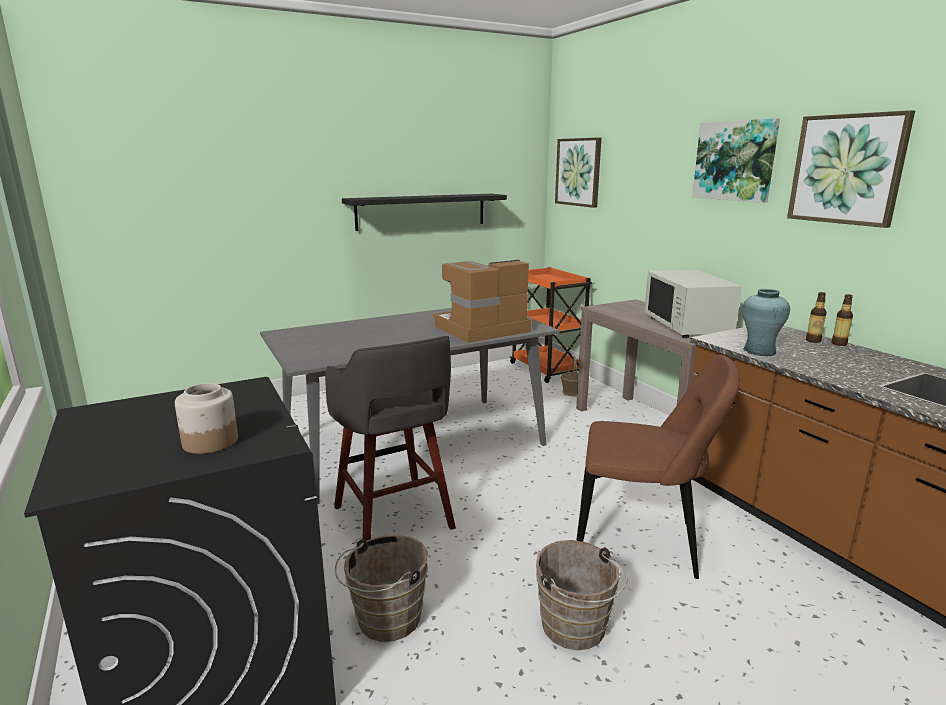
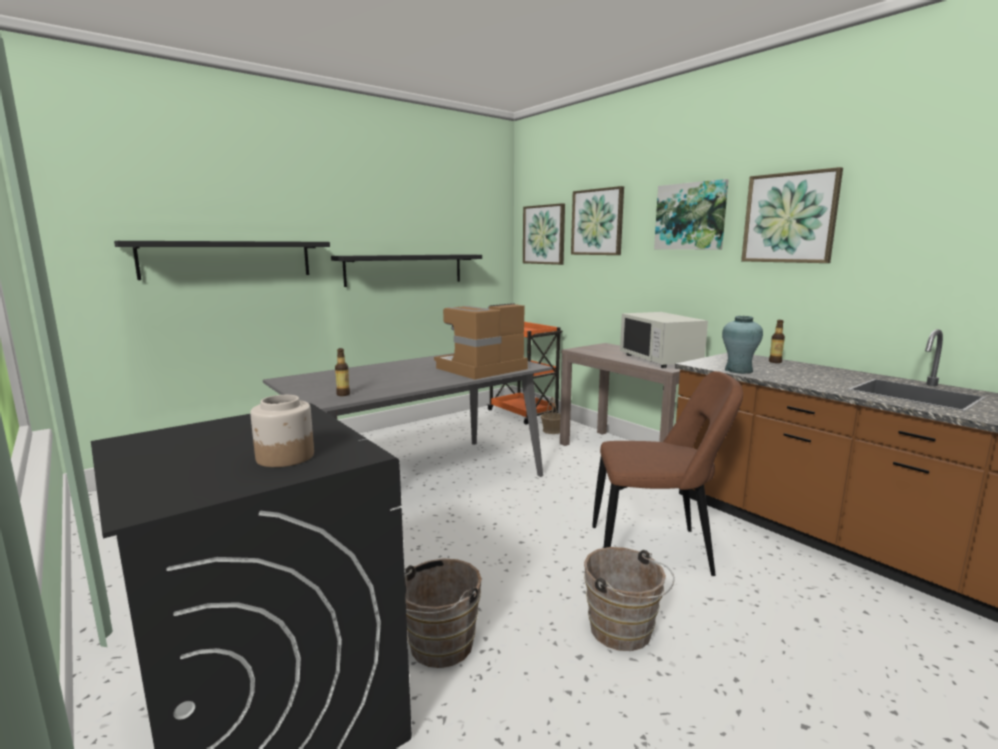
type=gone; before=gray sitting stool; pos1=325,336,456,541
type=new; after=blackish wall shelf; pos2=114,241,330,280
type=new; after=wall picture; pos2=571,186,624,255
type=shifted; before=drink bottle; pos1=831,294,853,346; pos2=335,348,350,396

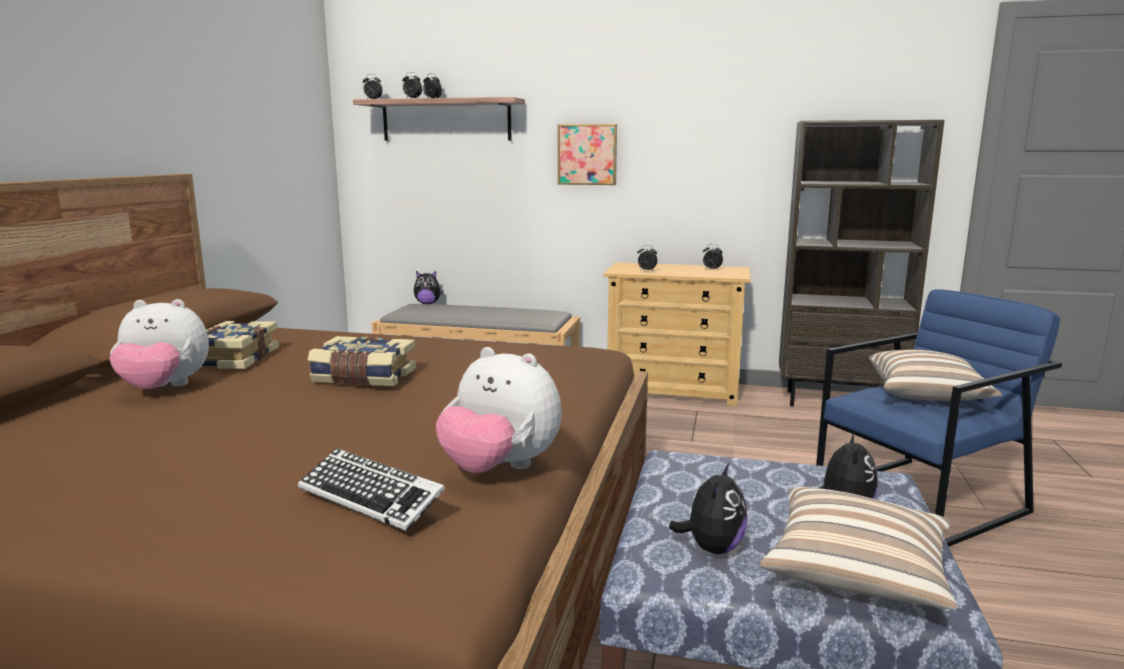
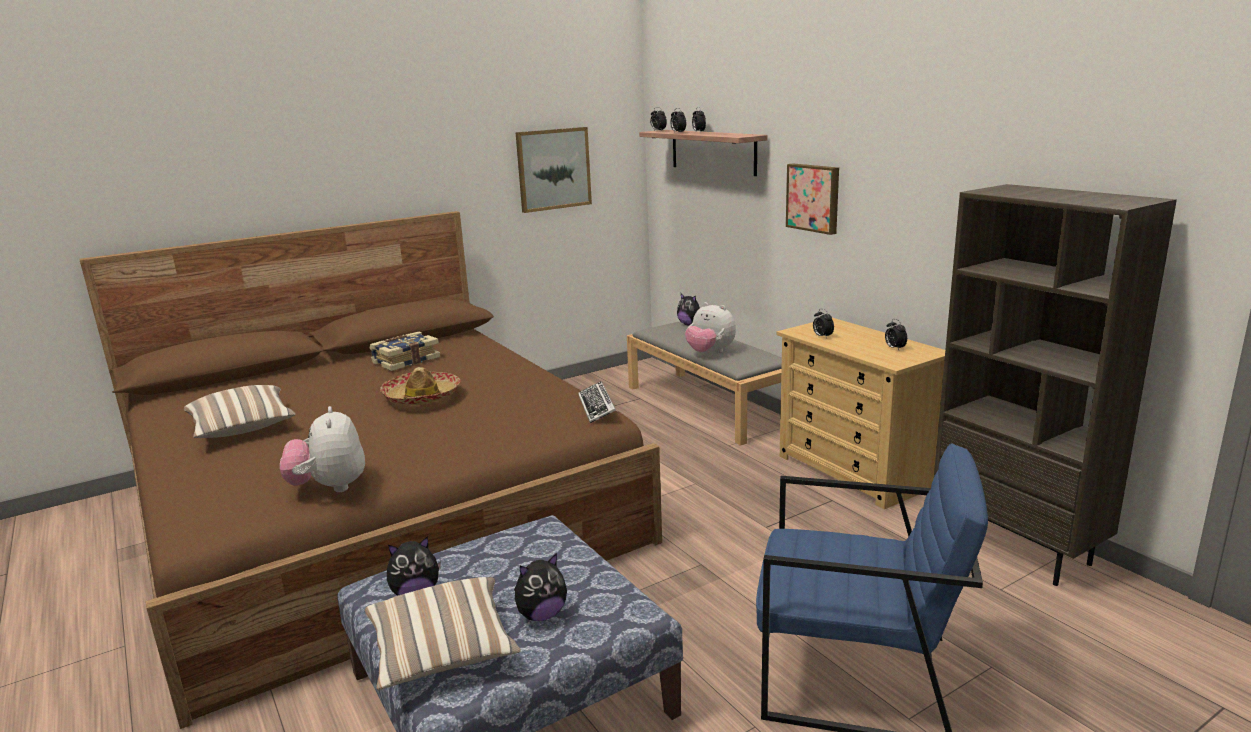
type=new; after=wall picture; pos2=515,127,592,213
type=shifted; before=plush toy; pos1=109,299,209,389; pos2=685,302,736,353
type=shifted; before=computer keyboard; pos1=298,448,445,531; pos2=578,381,616,423
type=shifted; before=cushion; pos1=869,349,1003,401; pos2=184,385,296,438
type=swapped; before=book; after=hat; pos1=308,336,416,386; pos2=380,367,461,405

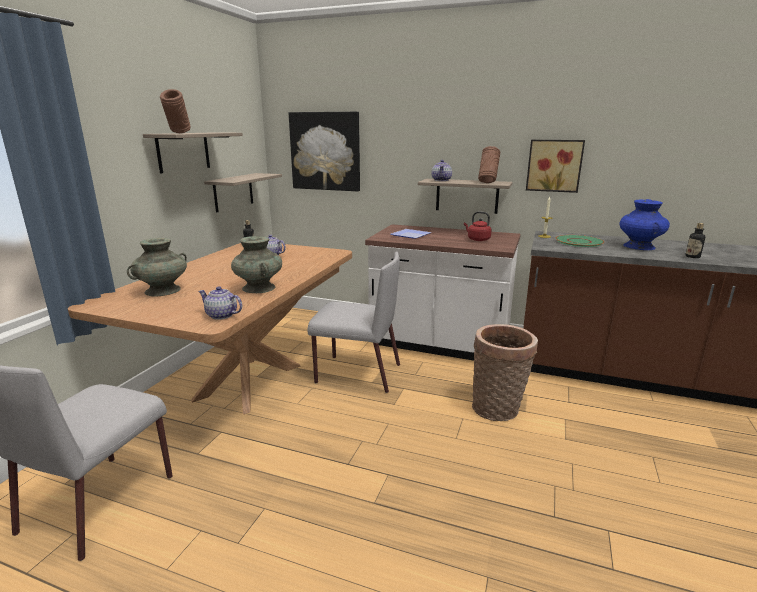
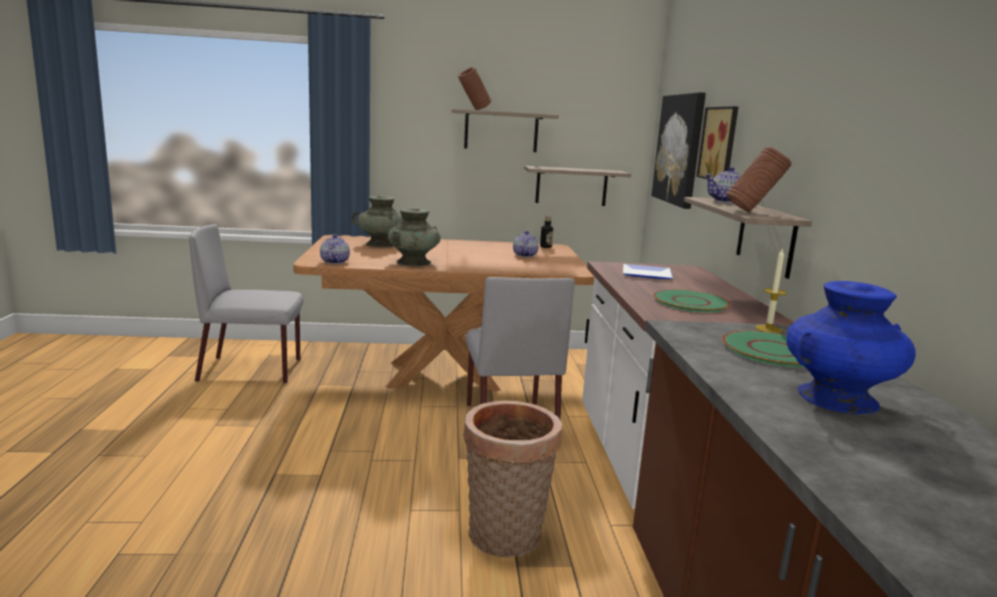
type=gone; before=drink bottle; pos1=685,223,705,258
type=shifted; before=wall picture; pos1=526,140,585,193; pos2=696,106,738,179
type=swapped; before=reddish water kettle; after=green-coloured plate; pos1=464,212,491,241; pos2=653,289,731,312

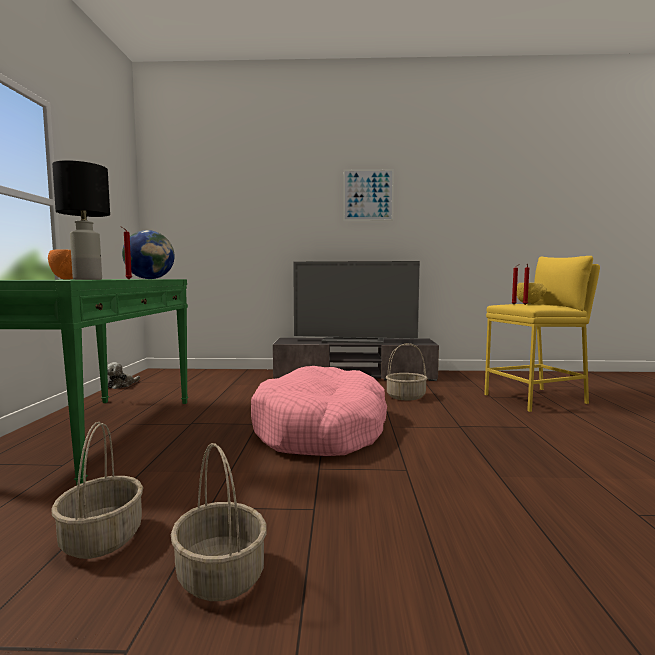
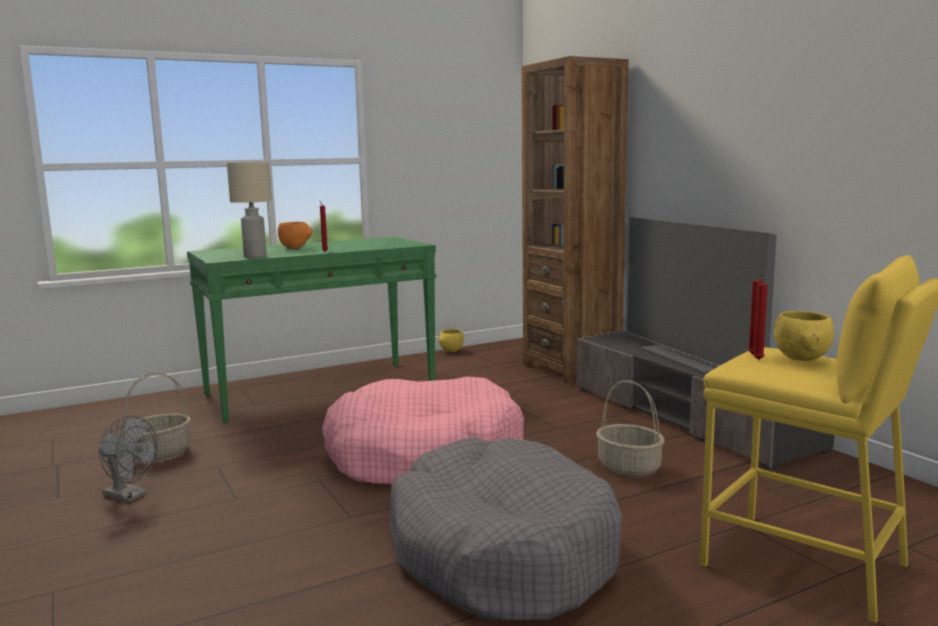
type=gone; before=world globe; pos1=122,230,175,279
type=gone; before=wall picture; pos1=343,169,394,221
type=new; after=gray dog cushion; pos2=389,437,622,621
type=new; after=brown shelving unit; pos2=522,56,628,384
type=swapped; before=plush toy; after=yellow-coloured bowl; pos1=107,362,140,389; pos2=438,329,464,352
type=swapped; before=household basket; after=gray electric fan; pos1=171,443,267,601; pos2=99,416,158,502
type=repainted; before=blackish tabletop lamp; after=sand-coloured tabletop lamp; pos1=52,160,110,280; pos2=227,162,272,258

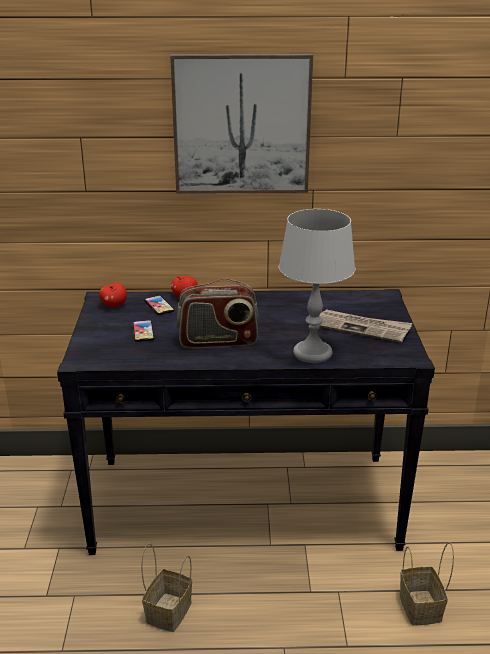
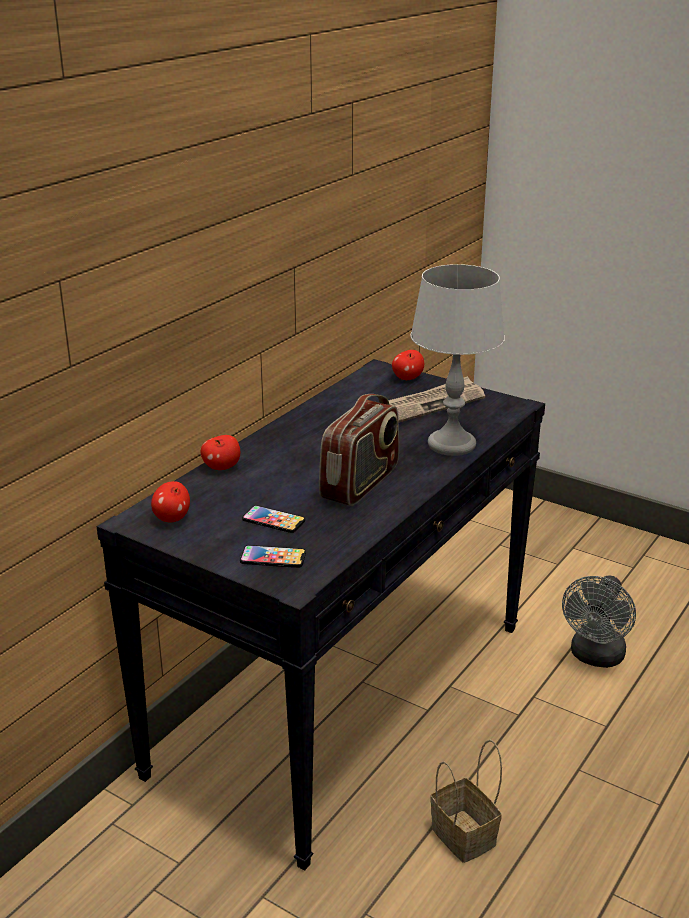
type=gone; before=wall picture; pos1=170,54,313,194
type=new; after=apple fruit; pos2=392,350,424,380
type=shifted; before=phone; pos1=144,295,174,315; pos2=240,545,306,568
type=swapped; before=household basket; after=gray electric fan; pos1=400,542,454,626; pos2=562,576,636,668

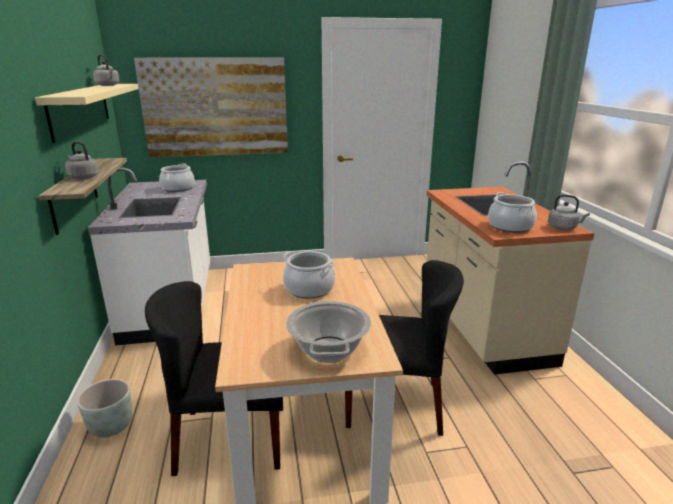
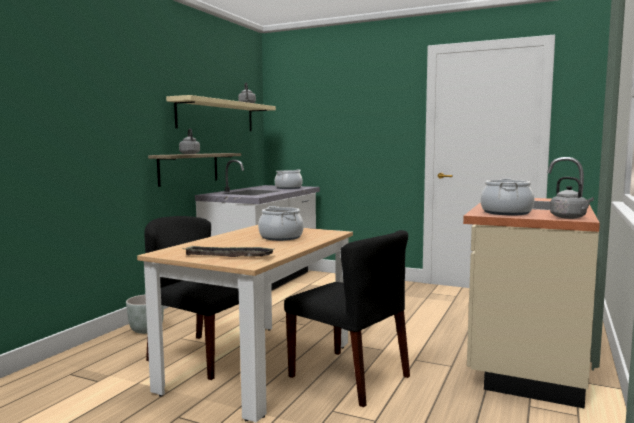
type=gone; before=wall picture; pos1=134,58,288,157
type=swapped; before=stockpot; after=serving tray; pos1=286,301,371,363; pos2=183,245,274,257

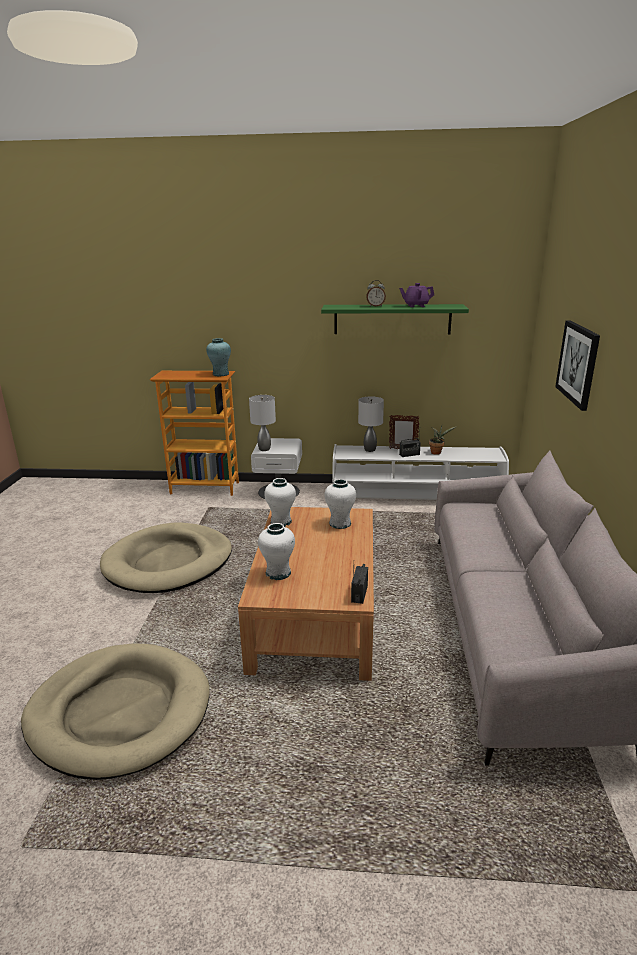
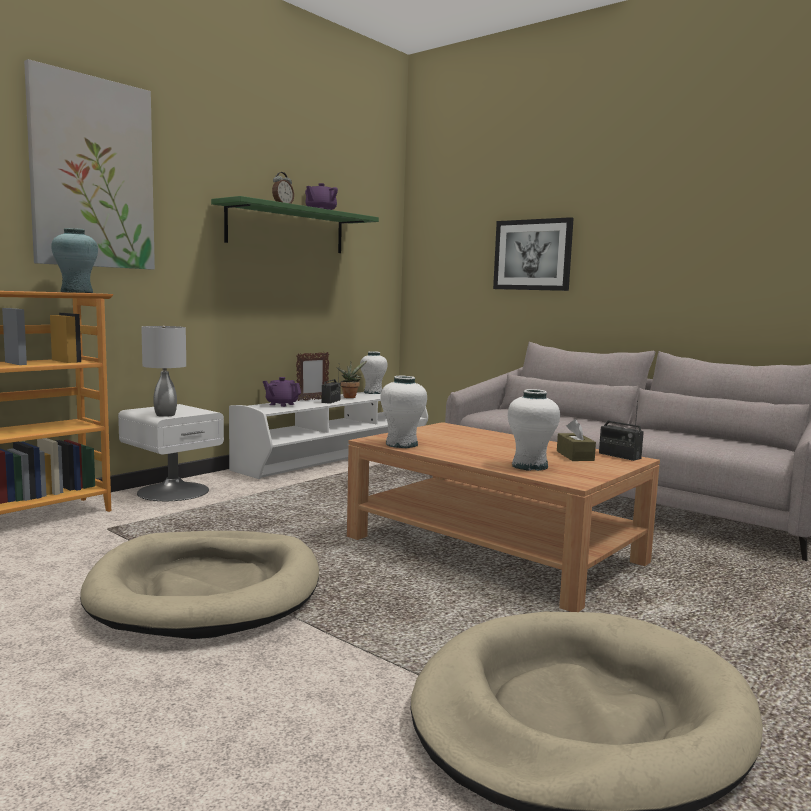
type=new; after=wall picture; pos2=24,59,155,269
type=new; after=brown tissue holder; pos2=557,419,596,461
type=shifted; before=white-coloured decorative vase; pos1=324,479,356,529; pos2=360,351,388,394
type=swapped; before=gray tabletop lamp; after=purple tea pot; pos1=358,396,384,452; pos2=263,377,301,407

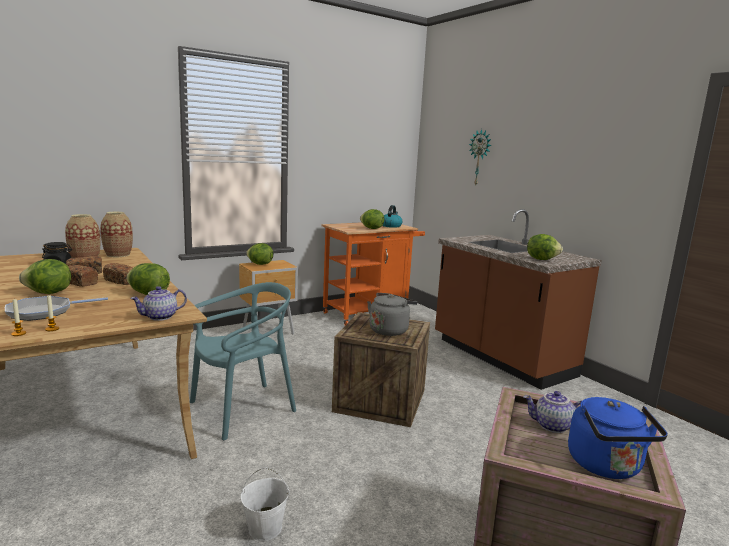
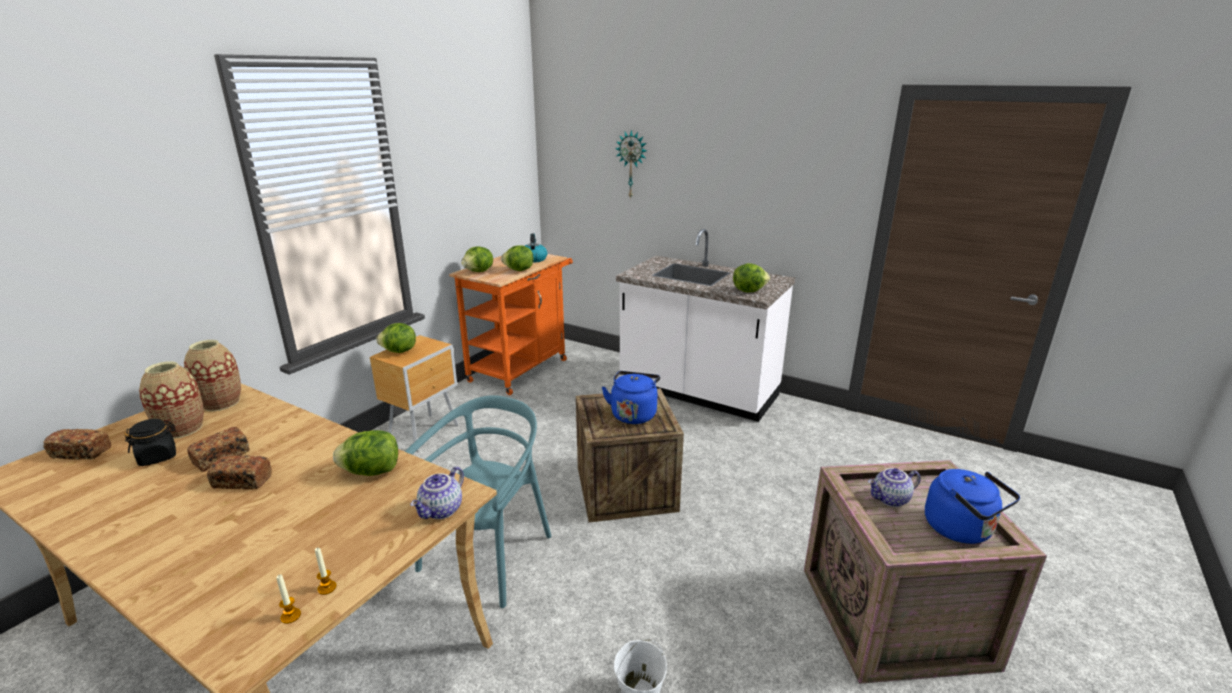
type=gone; before=frying pan; pos1=5,296,108,321
type=shifted; before=lettuce; pos1=19,259,71,294; pos2=461,246,493,272
type=shifted; before=bakery bread; pos1=103,263,133,285; pos2=43,429,111,460
type=repainted; before=gray water kettle; after=bluish water kettle; pos1=367,293,418,336; pos2=602,371,660,424
type=repainted; before=brown kitchen base unit; after=white-coloured kitchen base unit; pos1=435,209,602,390; pos2=616,229,795,422

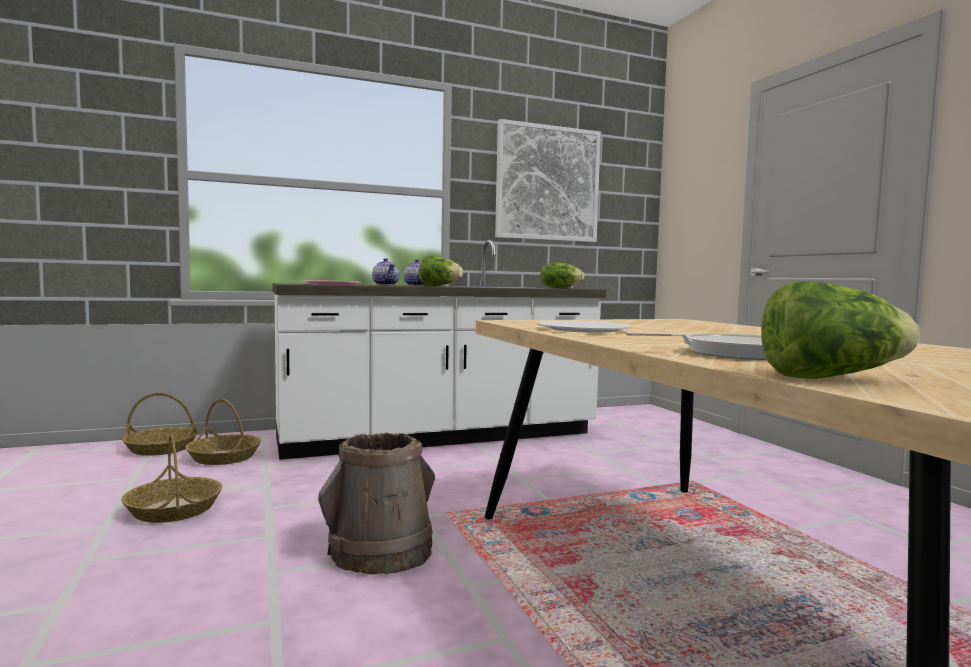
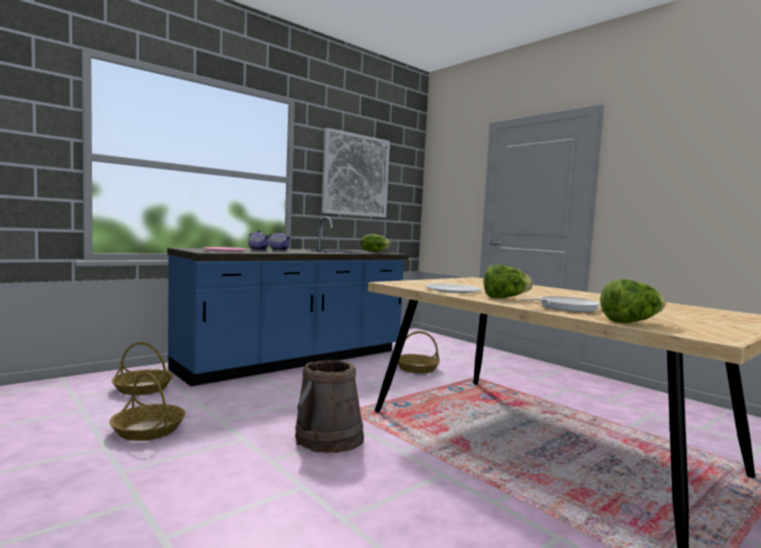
type=shifted; before=household basket; pos1=122,392,198,456; pos2=398,331,440,373
type=shifted; before=lettuce; pos1=419,256,463,287; pos2=484,265,533,298
type=repainted; before=white-coloured kitchen base unit; after=bluish kitchen base unit; pos1=273,240,606,460; pos2=167,217,408,386

